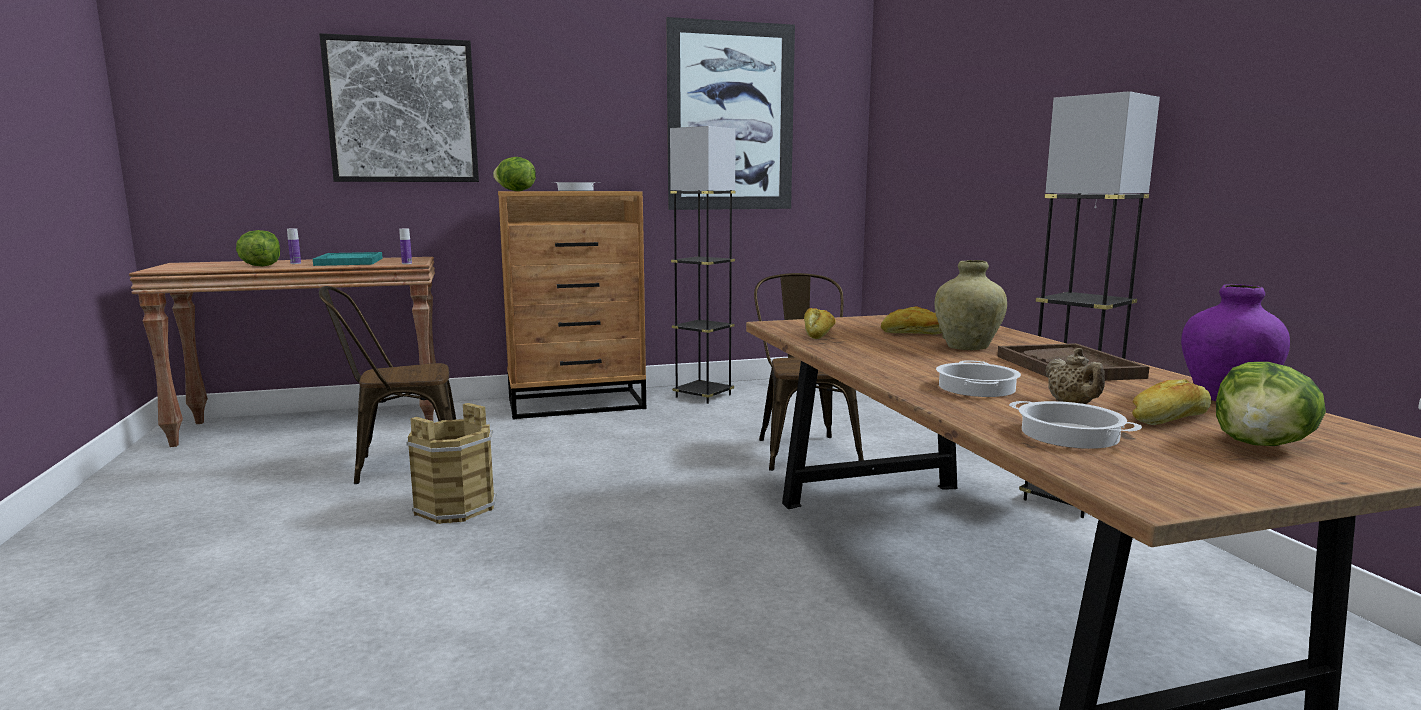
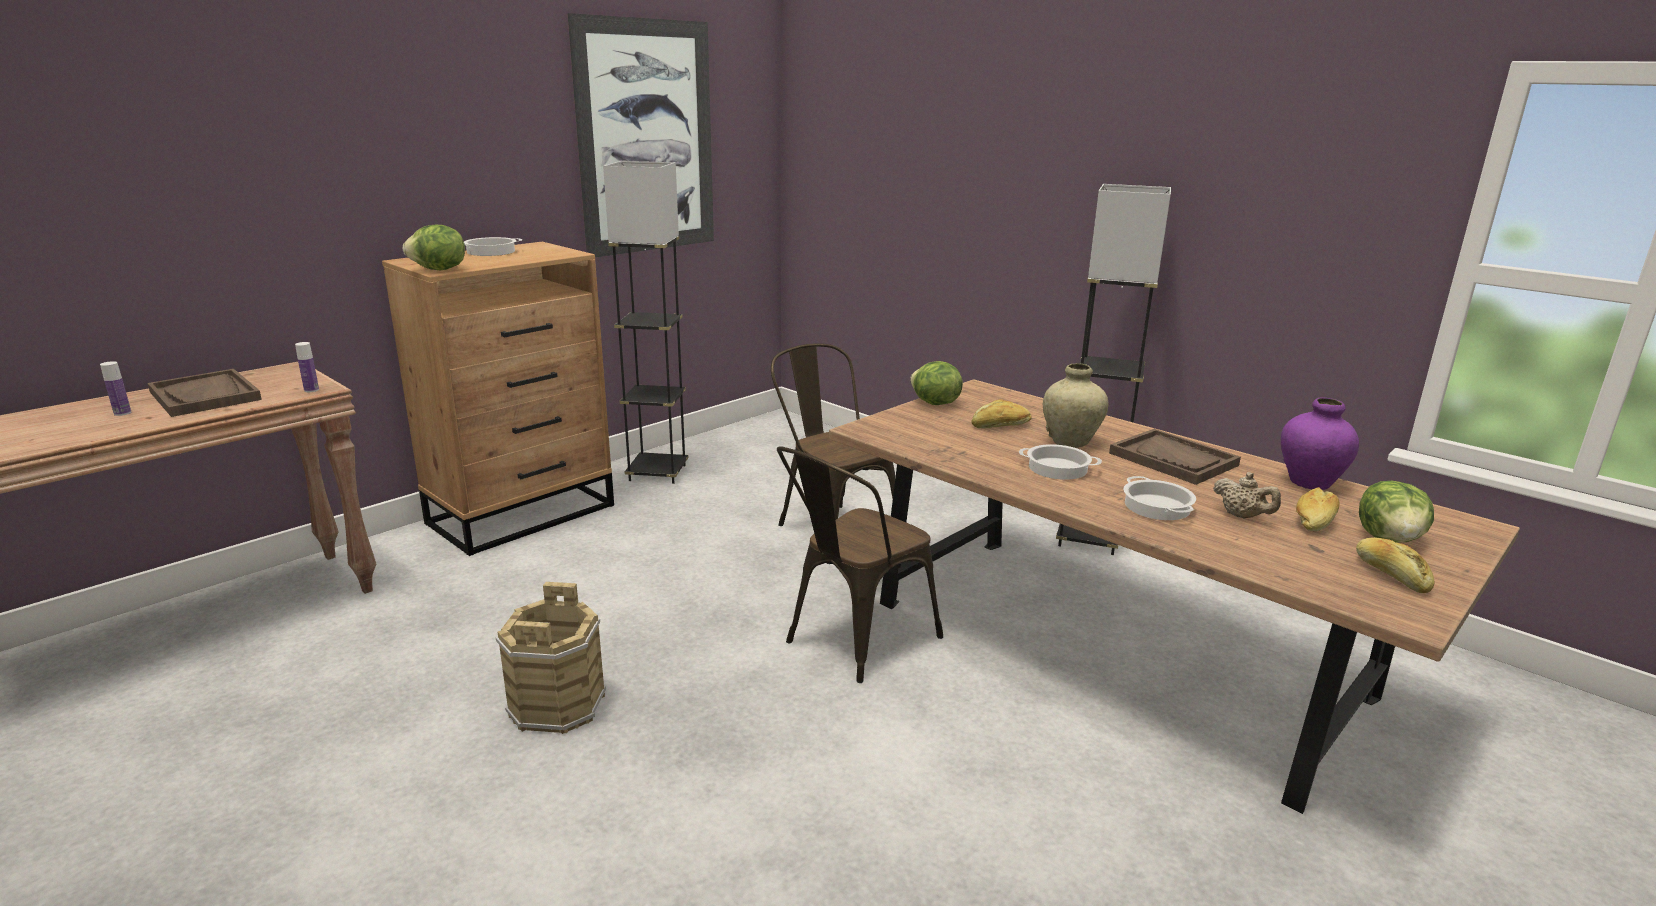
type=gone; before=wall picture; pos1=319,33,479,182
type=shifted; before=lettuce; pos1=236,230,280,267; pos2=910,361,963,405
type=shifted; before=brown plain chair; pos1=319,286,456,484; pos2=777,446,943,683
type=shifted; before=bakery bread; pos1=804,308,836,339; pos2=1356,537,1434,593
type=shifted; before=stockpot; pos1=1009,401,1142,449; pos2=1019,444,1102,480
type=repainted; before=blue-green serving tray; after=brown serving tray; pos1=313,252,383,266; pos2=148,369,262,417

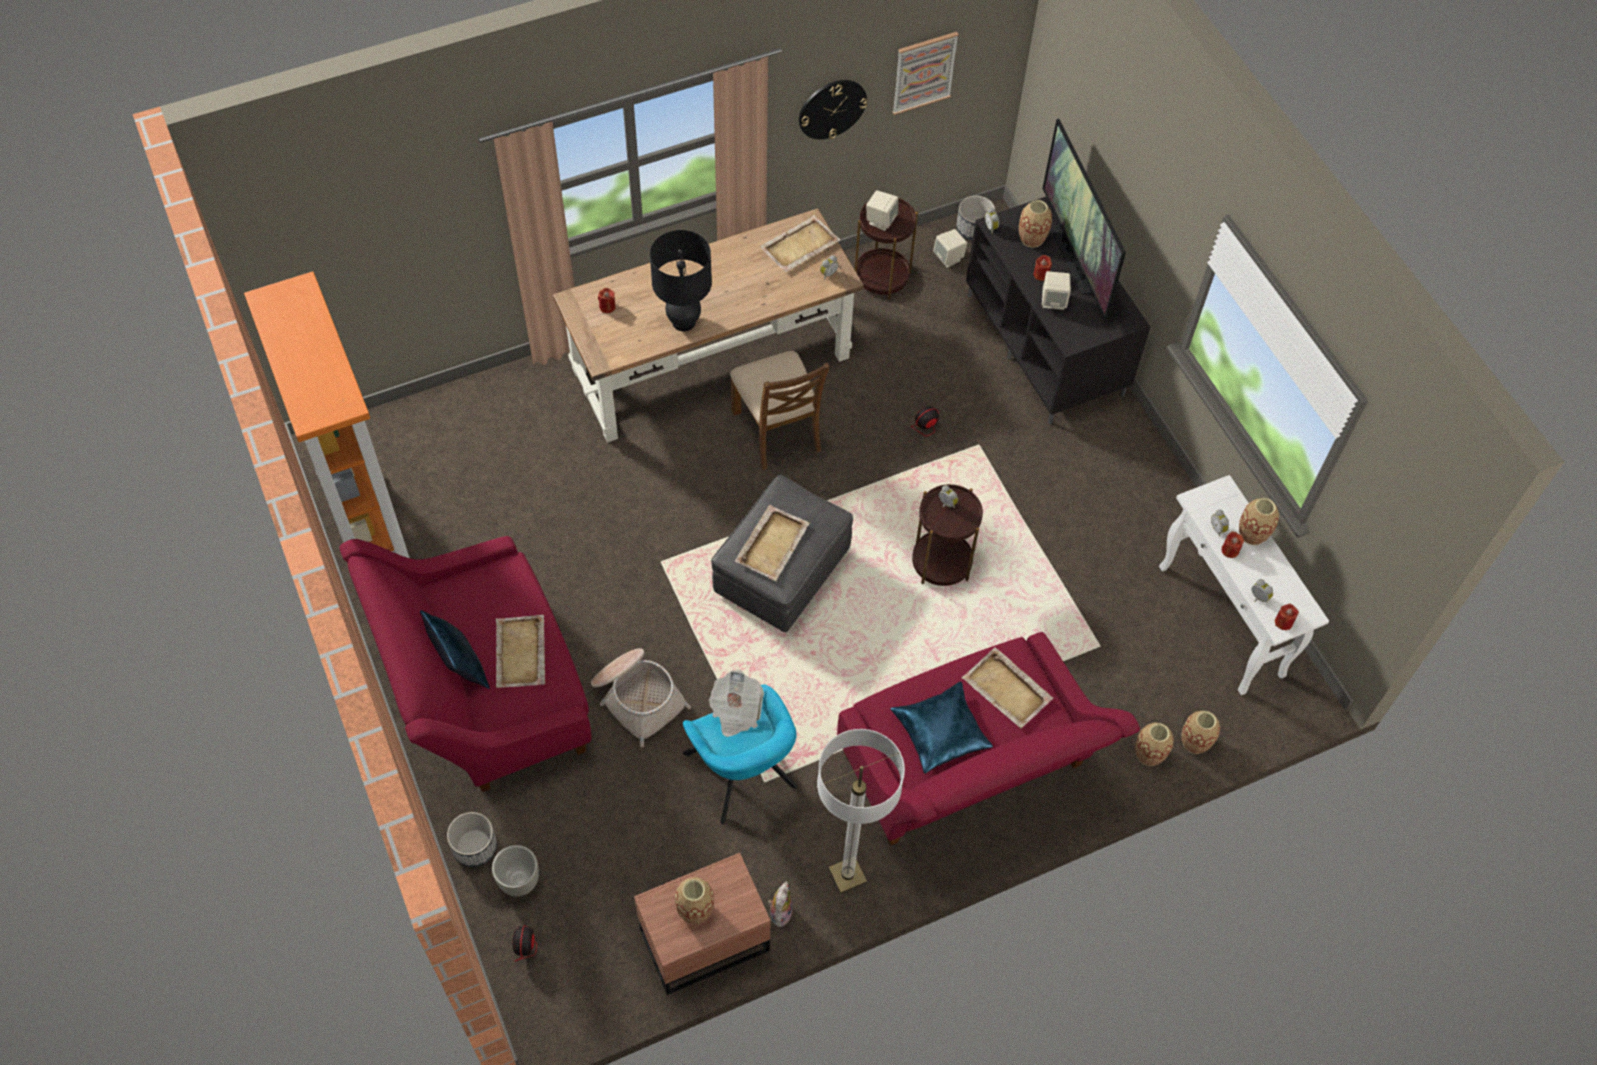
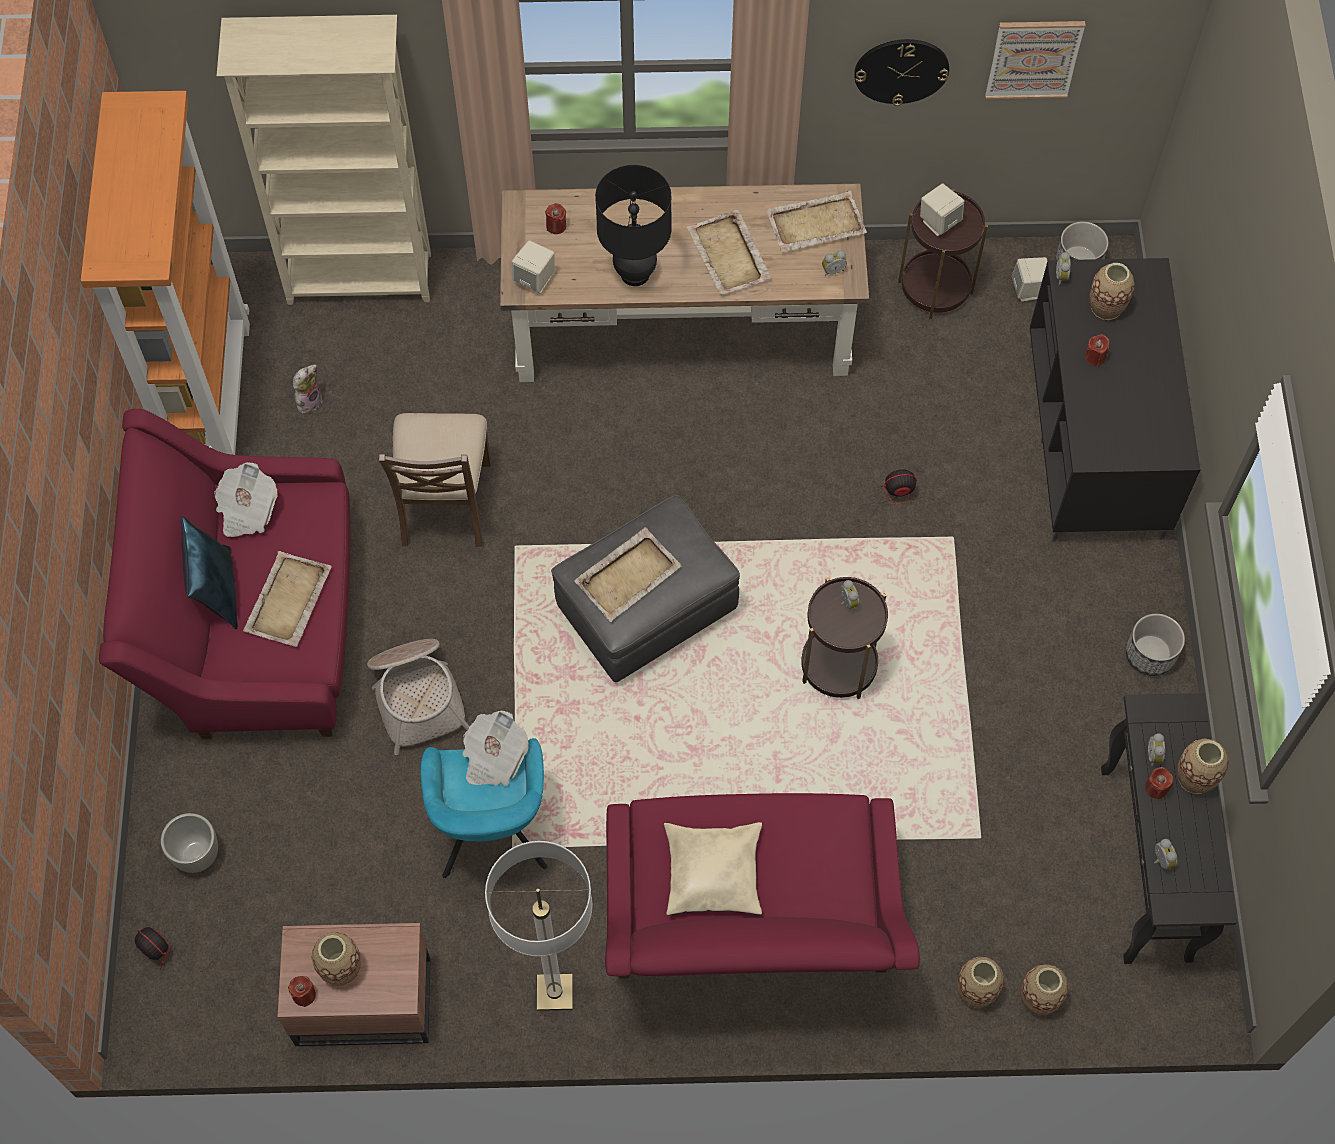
type=gone; before=television; pos1=1042,119,1126,319
type=new; after=daily paper; pos2=214,462,278,537
type=new; after=sand-coloured shelving unit; pos2=216,15,431,305
type=shifted; before=planter; pos1=447,812,497,867; pos2=1126,614,1185,676
type=shifted; before=brown plain chair; pos1=730,351,830,470; pos2=379,413,491,547
type=shifted; before=plush toy; pos1=768,881,792,927; pos2=293,365,323,414
type=shifted; before=sand-coloured serving tray; pos1=962,647,1053,728; pos2=687,209,772,295
type=shifted; before=sand-coloured audio speaker; pos1=1042,271,1071,310; pos2=512,240,555,294
type=shifted; before=reddish candle; pos1=1275,604,1299,630; pos2=288,976,316,1007
type=repainted; before=bluish cushion; after=sand-coloured cushion; pos1=890,681,993,774; pos2=664,822,762,915
type=repainted; before=white-coloured narrow table; after=blackish narrow table; pos1=1159,475,1329,695; pos2=1101,693,1237,964
type=rotated; before=electric fan; pos1=512,925,594,992; pos2=135,903,232,973; turn=-75

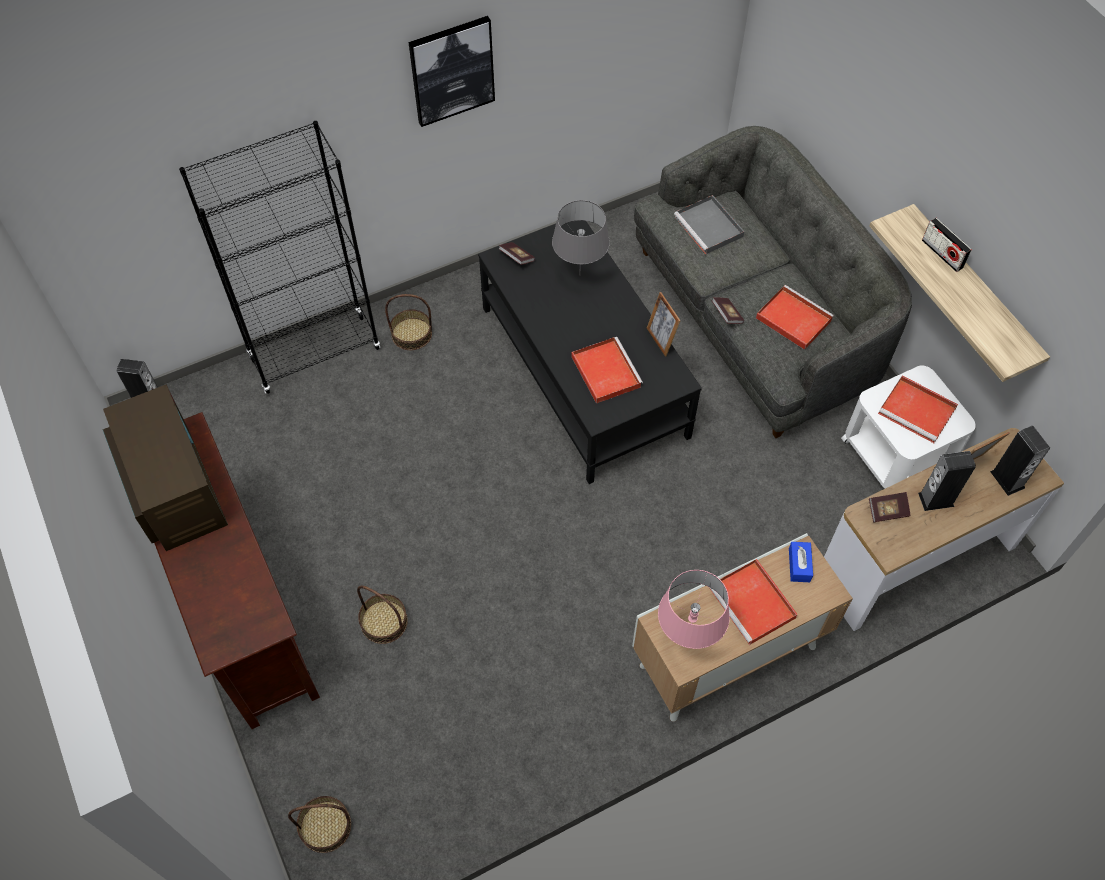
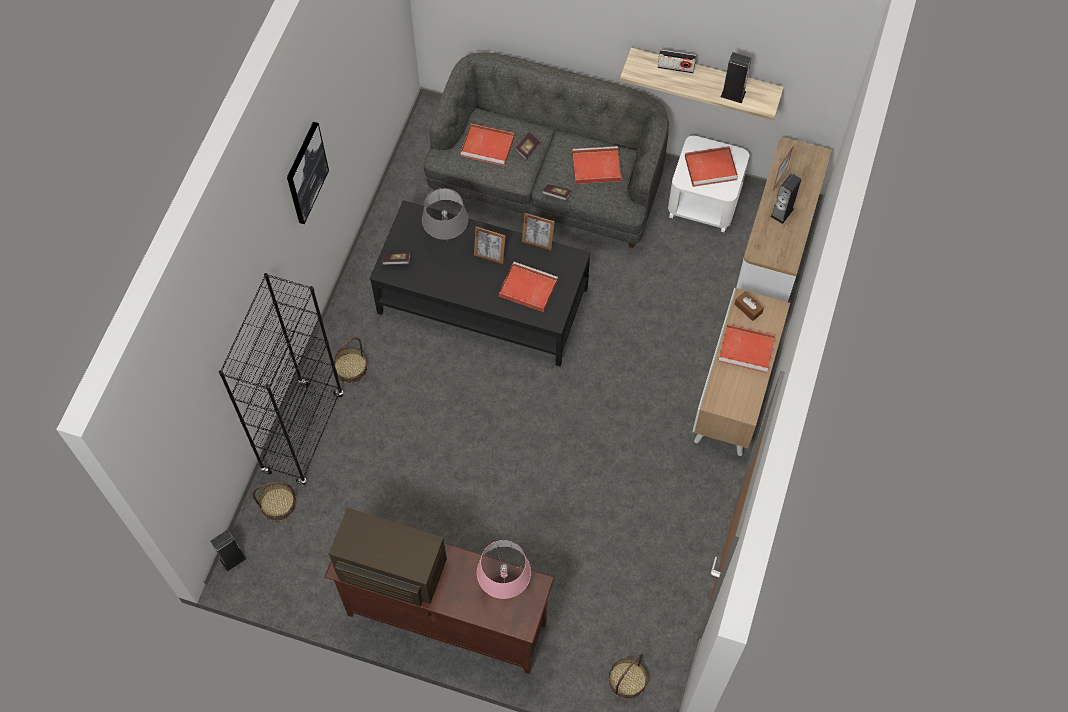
type=new; after=standing frame; pos2=474,226,505,264
type=shifted; before=household basket; pos1=357,586,408,644; pos2=253,482,296,521
type=shifted; before=pink tabletop lamp; pos1=658,570,730,649; pos2=477,540,531,599
type=shifted; before=book; pos1=869,492,910,522; pos2=514,132,541,160
type=shifted; before=audio speaker; pos1=990,426,1050,496; pos2=720,52,752,103
type=repainted; before=gray serving tray; after=reddish serving tray; pos1=674,195,745,254; pos2=461,123,515,166
type=repainted; before=bluish tissue holder; after=brown tissue holder; pos1=789,542,813,582; pos2=735,291,764,321

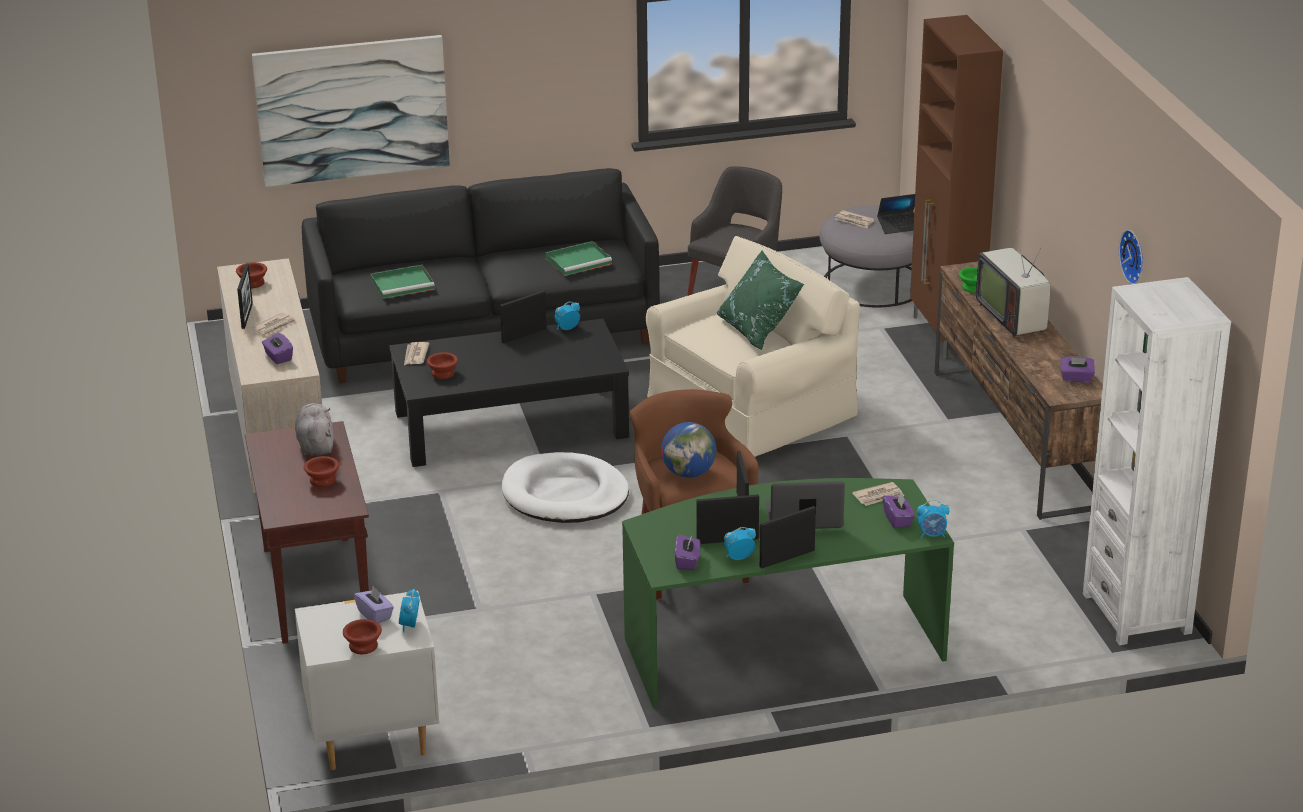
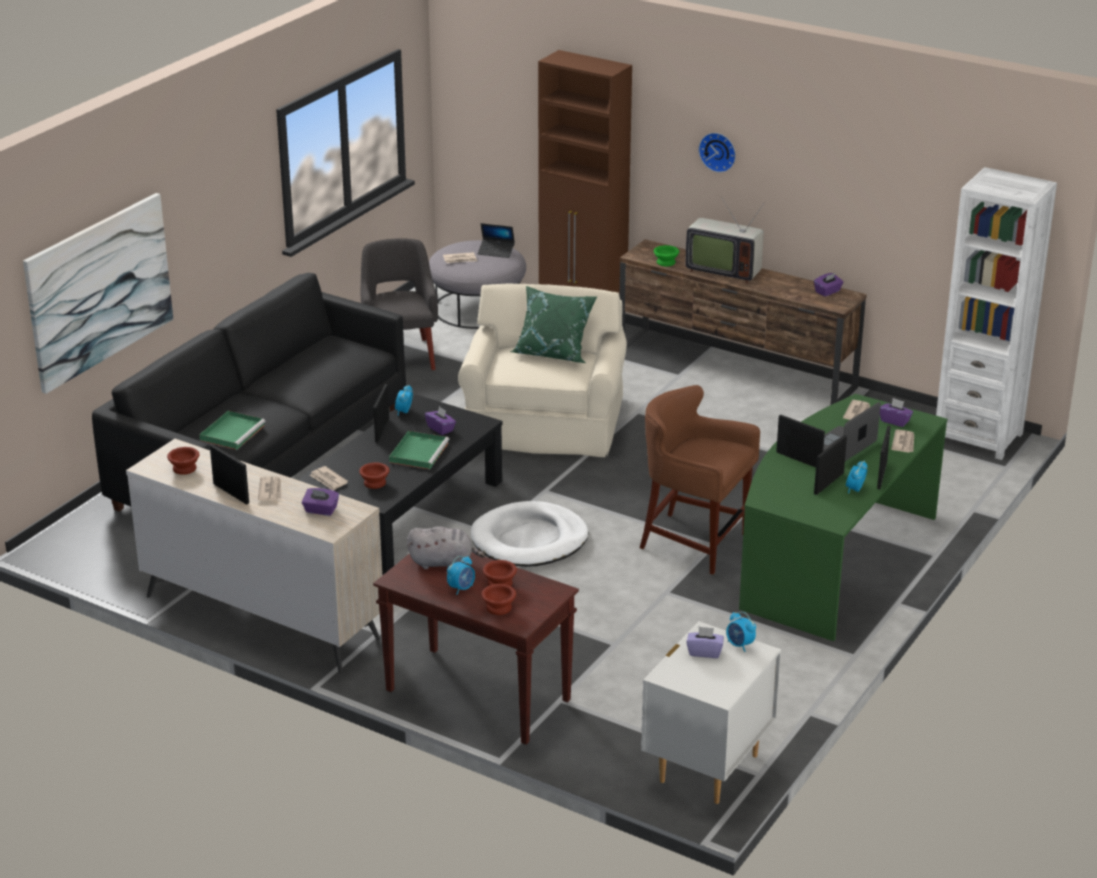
type=gone; before=world globe; pos1=661,422,717,478
type=new; after=daily paper; pos2=891,430,914,453
type=shifted; before=brown bowl; pos1=343,619,382,654; pos2=482,584,516,615
type=shifted; before=green-coloured serving tray; pos1=545,241,612,276; pos2=389,431,449,469
type=shifted; before=purple tissue holder; pos1=675,533,700,570; pos2=425,406,456,435
type=shifted; before=alarm clock; pos1=917,500,950,538; pos2=447,556,475,595
type=shifted; before=clock on the wall; pos1=1119,230,1143,284; pos2=698,133,736,173
type=rotated; before=gray plush toy; pos1=295,403,334,456; pos2=407,526,485,569; turn=150
type=rotated; before=portable computer; pos1=877,194,915,234; pos2=478,223,515,258; turn=75

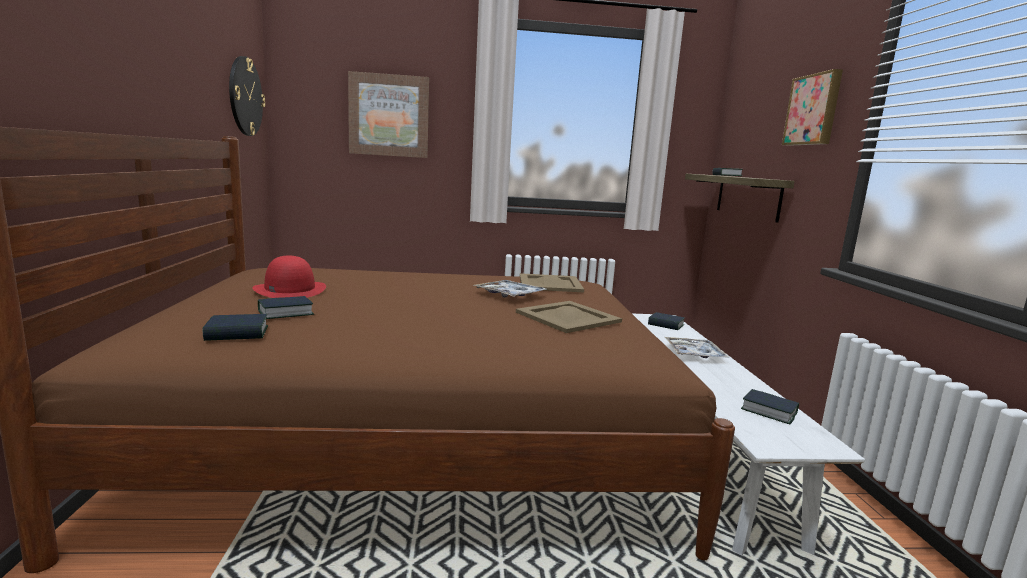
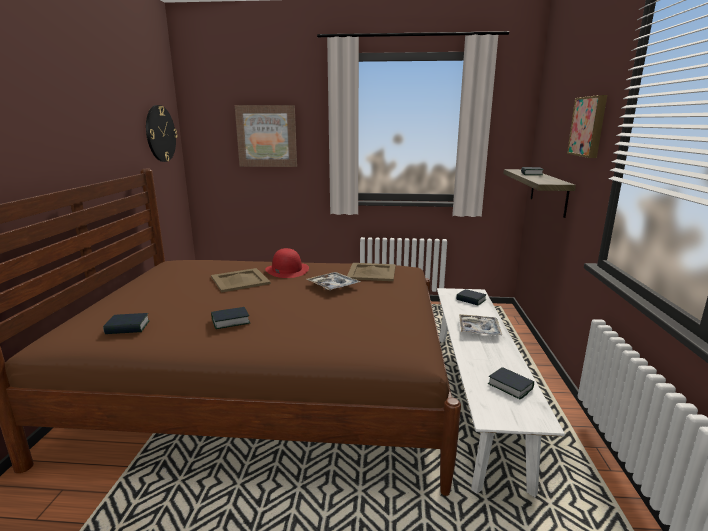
type=shifted; before=reddish hat; pos1=252,256,326,298; pos2=265,248,309,278
type=shifted; before=book; pos1=258,296,314,319; pos2=211,307,250,329
type=shifted; before=sand-coloured serving tray; pos1=516,301,622,333; pos2=211,268,271,292

